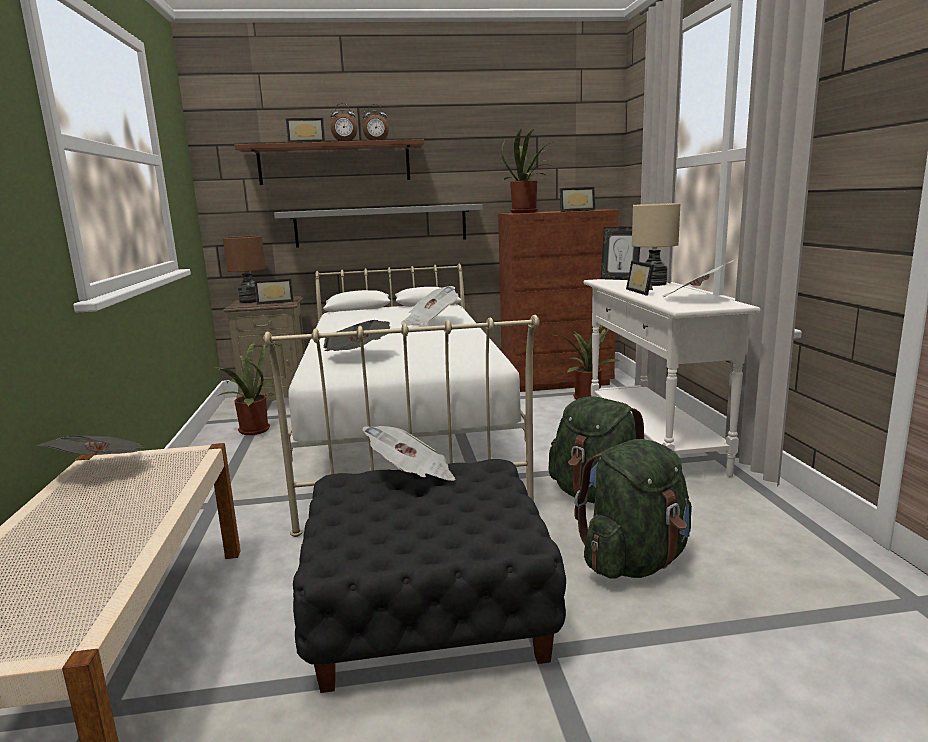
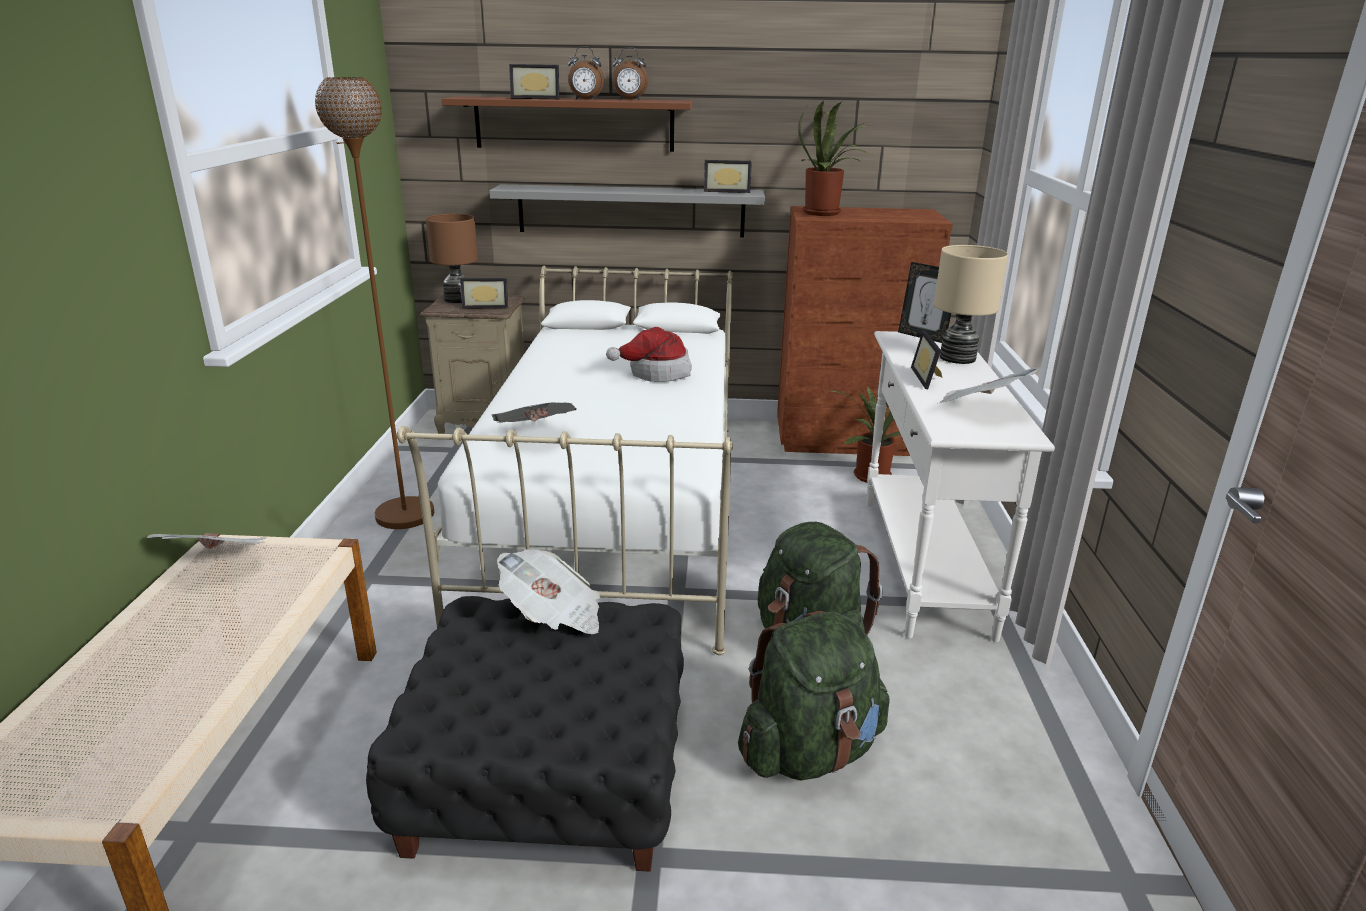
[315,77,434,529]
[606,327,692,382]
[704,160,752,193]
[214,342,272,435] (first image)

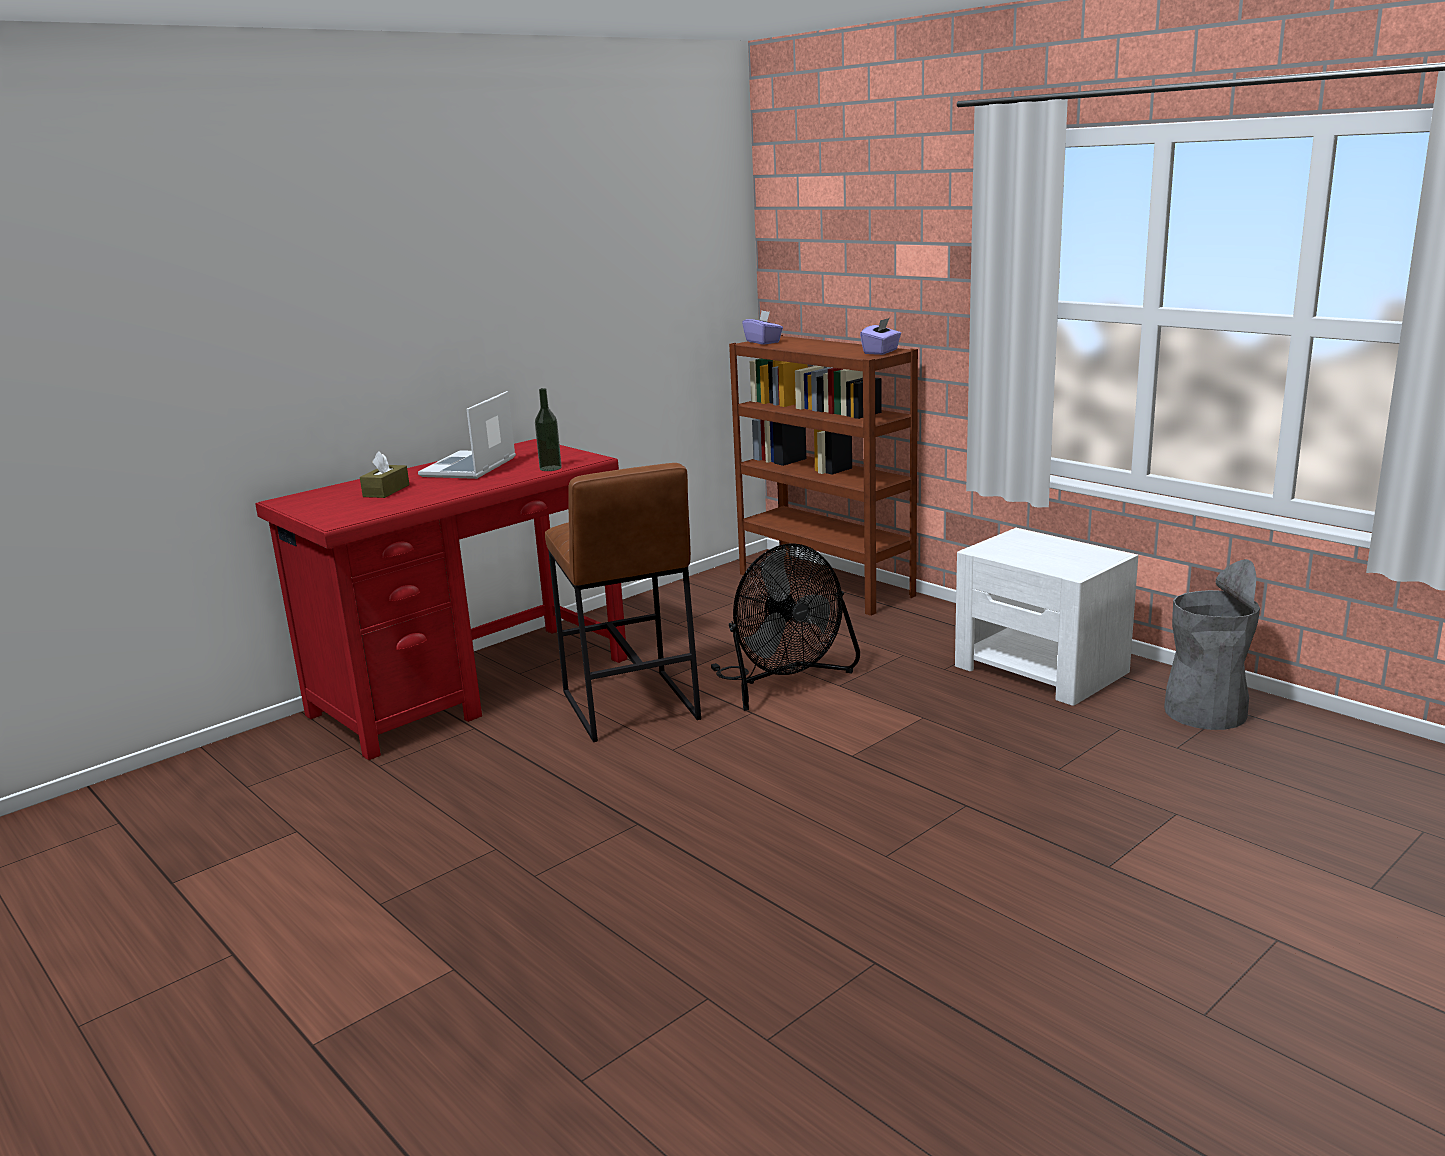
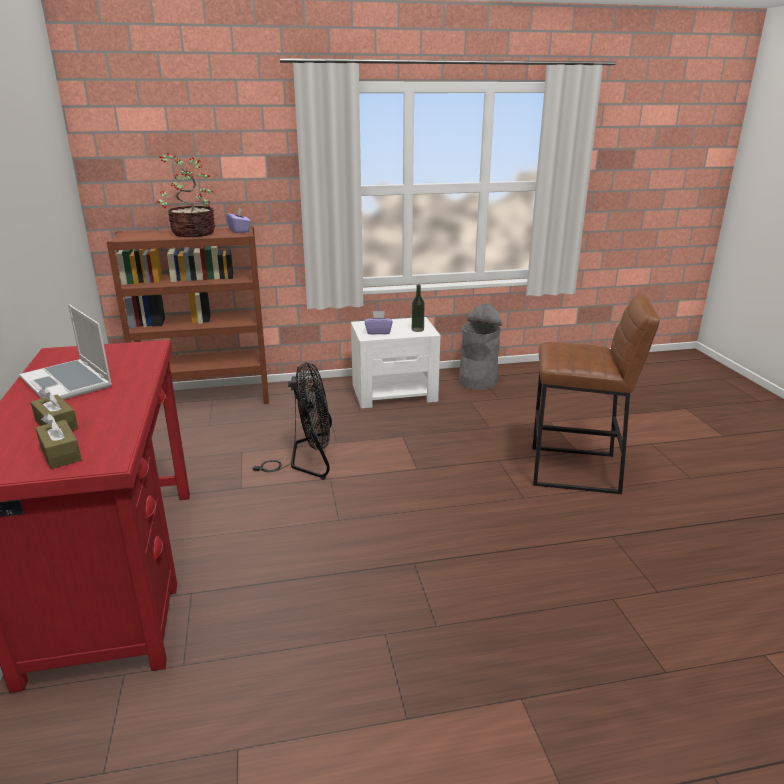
[36,413,82,469]
[156,153,215,237]
[365,311,393,334]
[412,285,425,332]
[532,294,660,494]

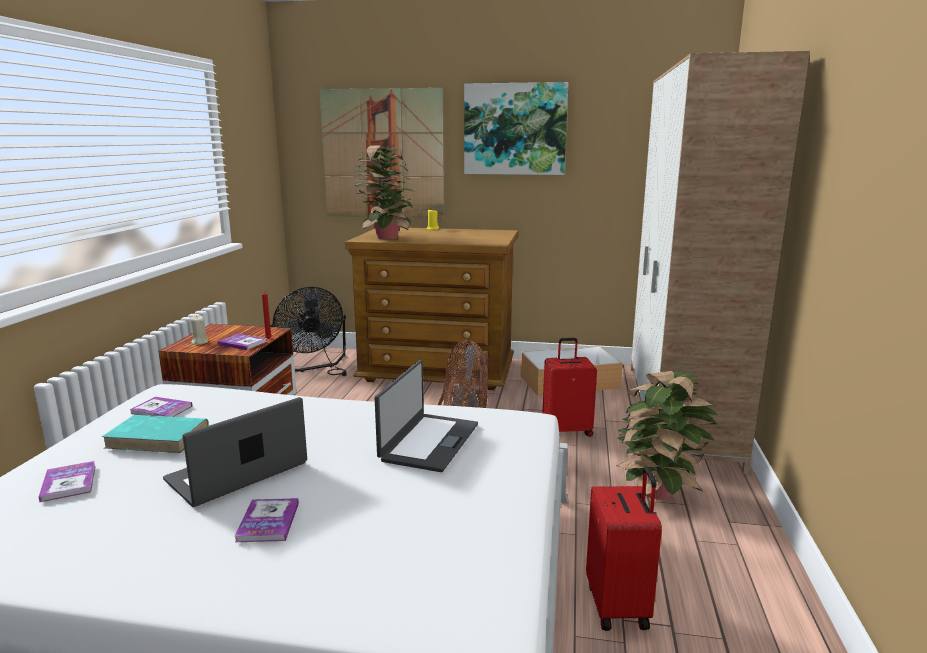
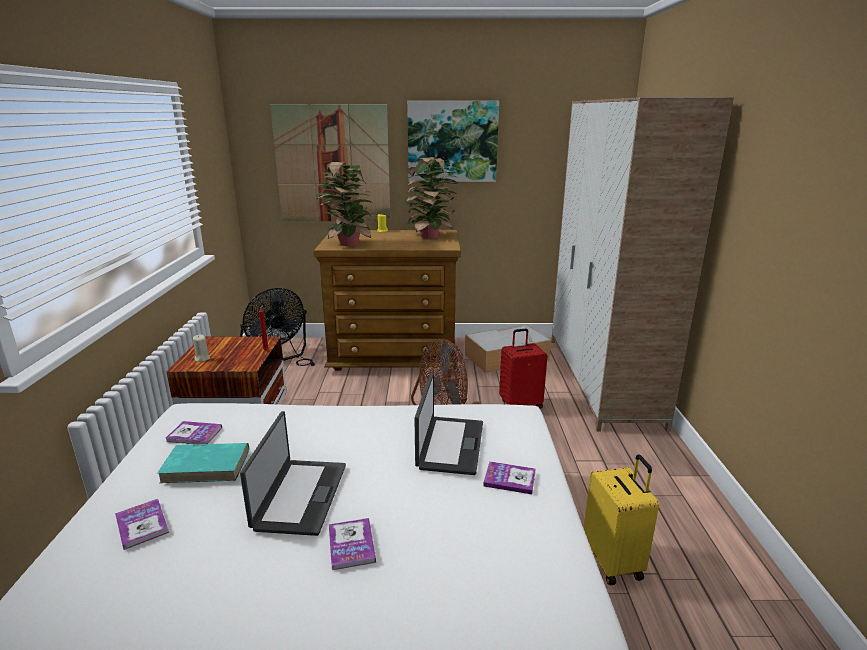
[240,411,346,536]
[404,157,459,239]
[483,461,536,494]
[584,454,659,585]

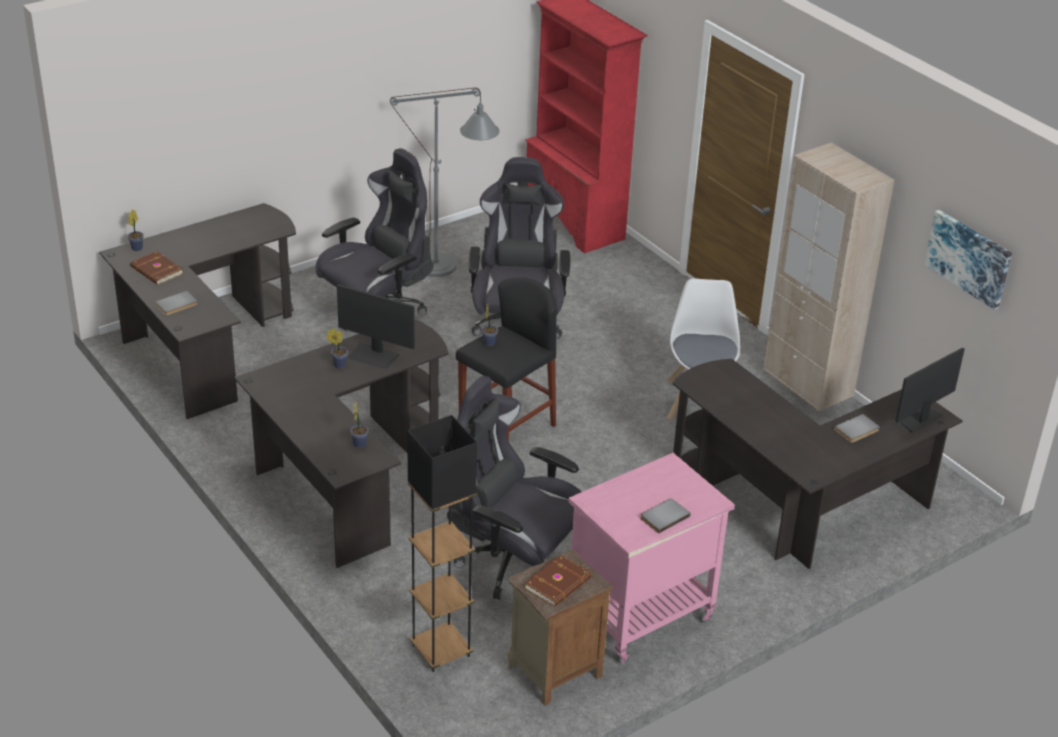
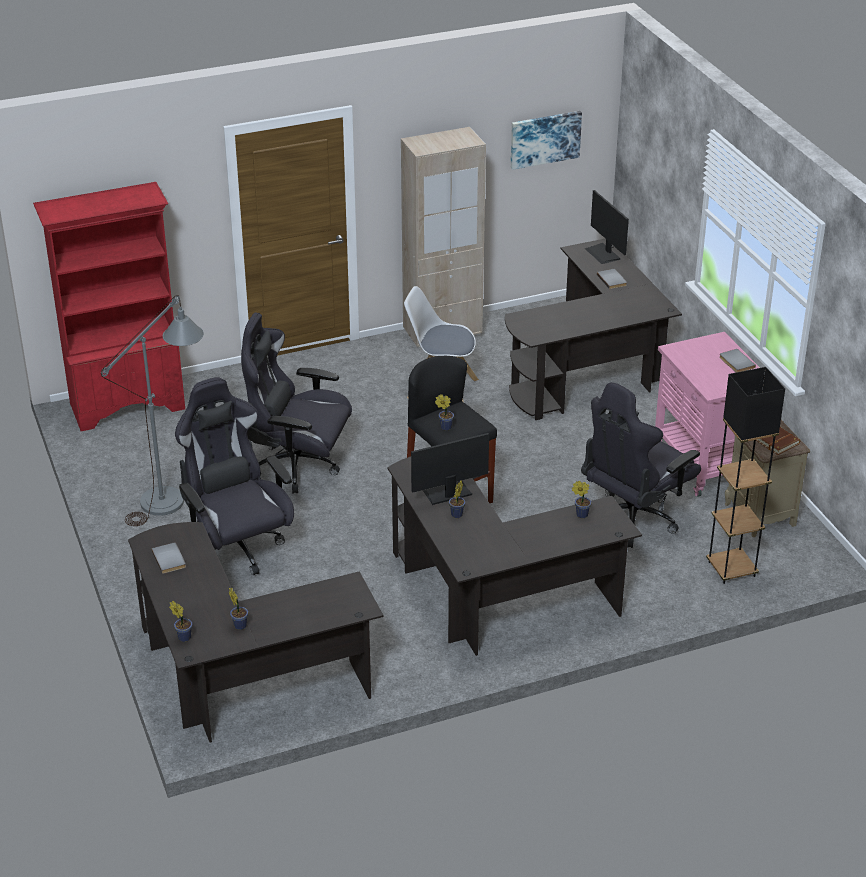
[152,543,186,574]
[229,587,248,630]
[411,433,489,505]

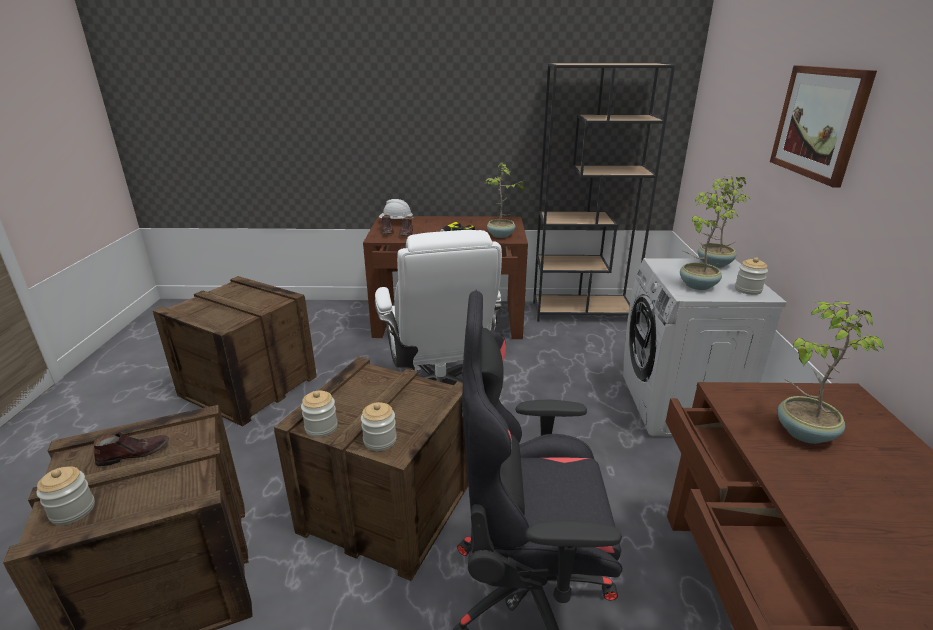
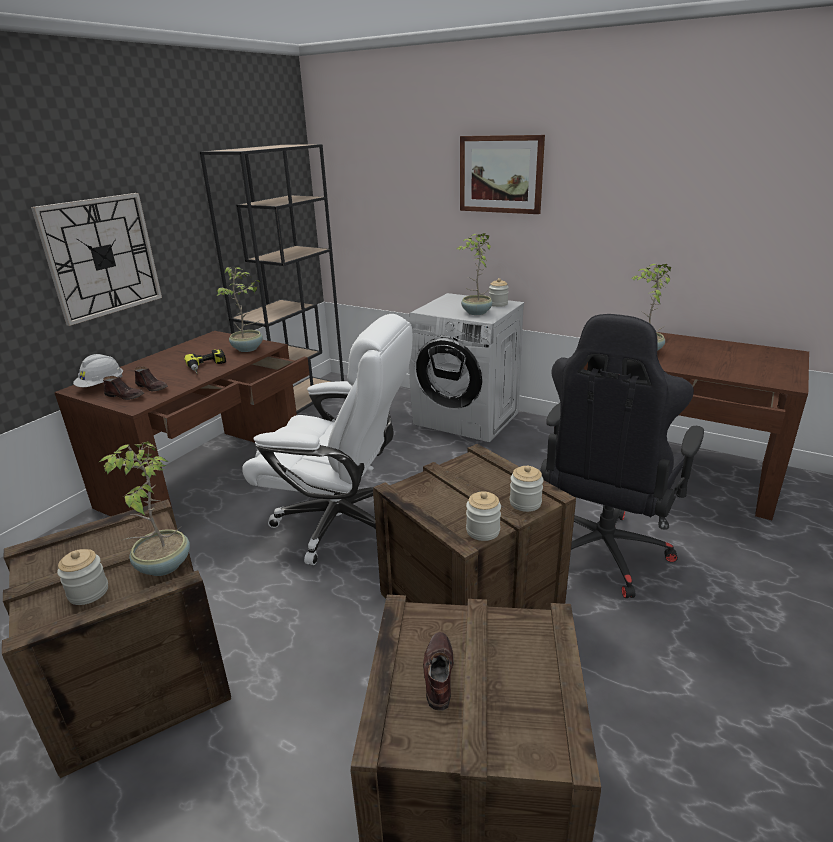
[31,193,162,326]
[57,549,108,605]
[98,441,190,576]

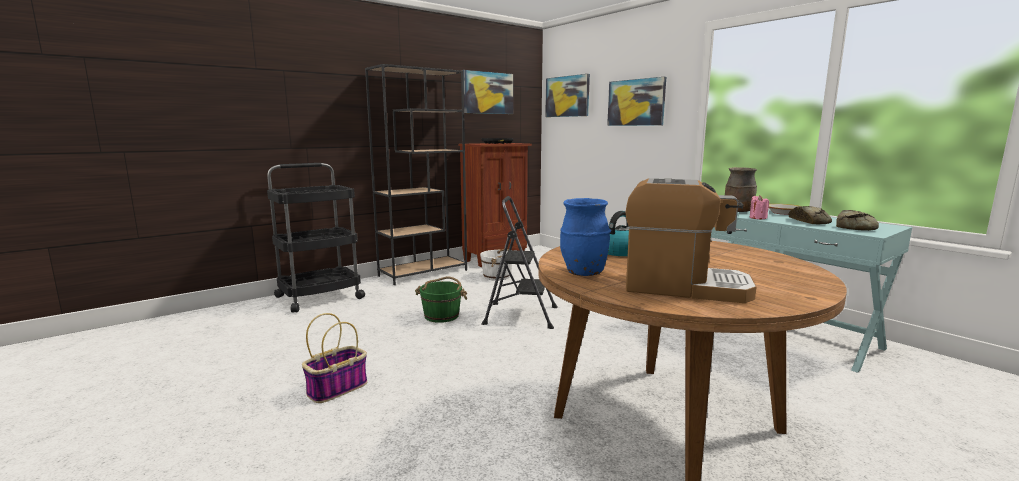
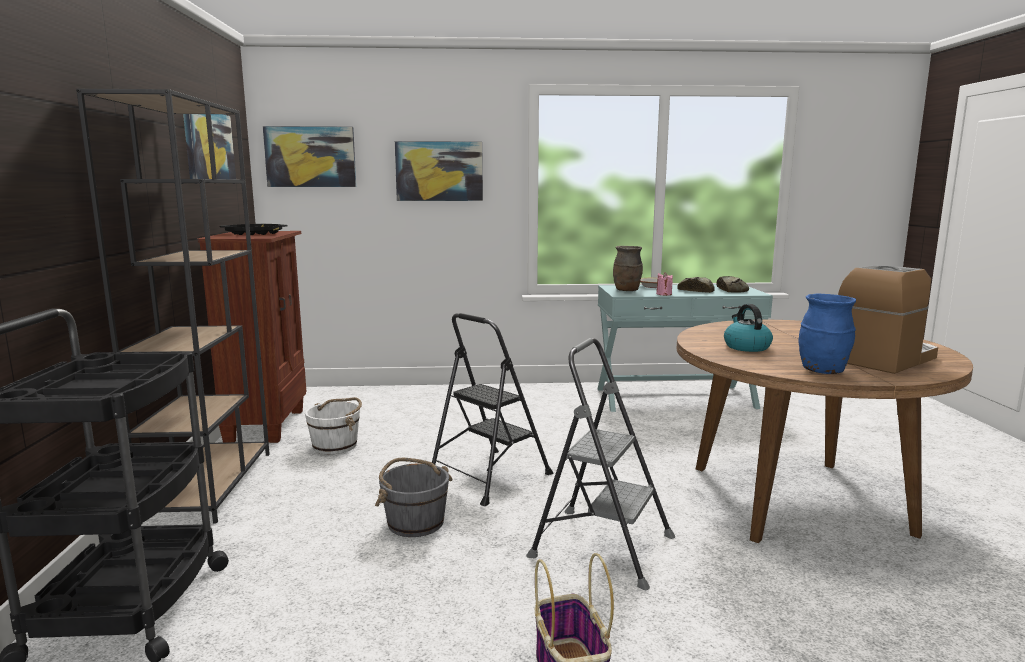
[375,458,453,537]
[526,338,675,590]

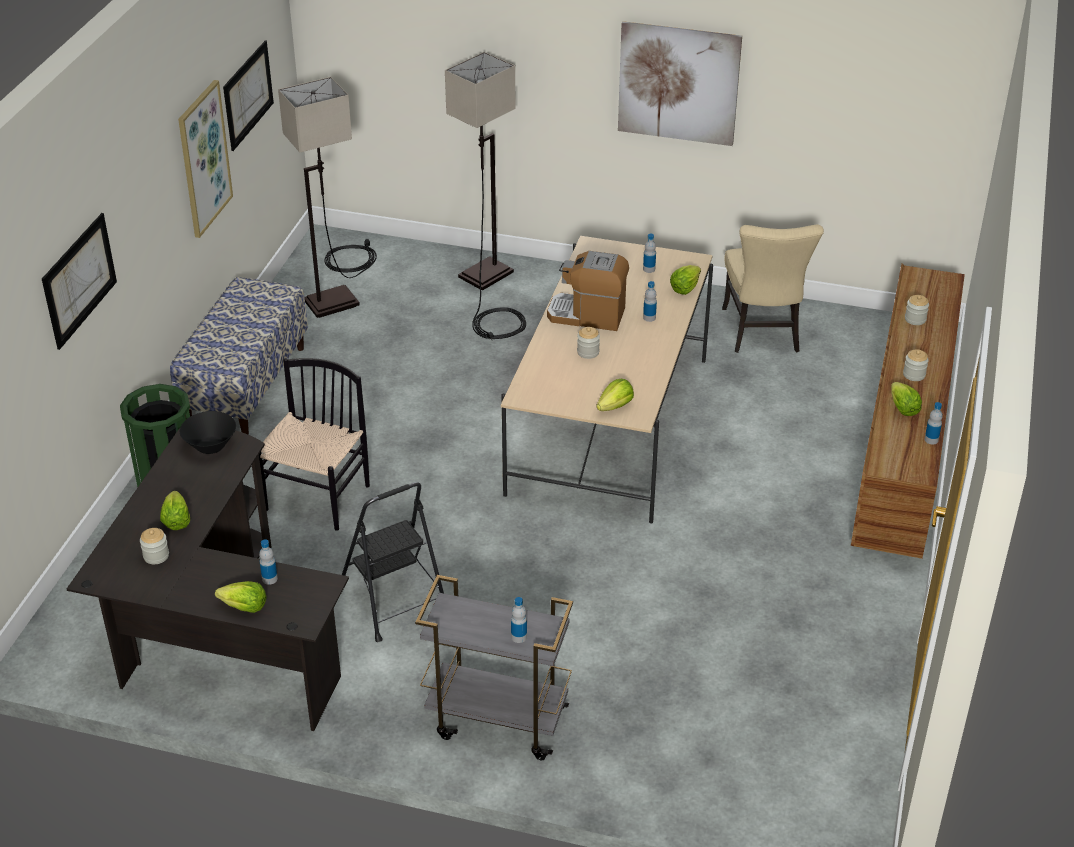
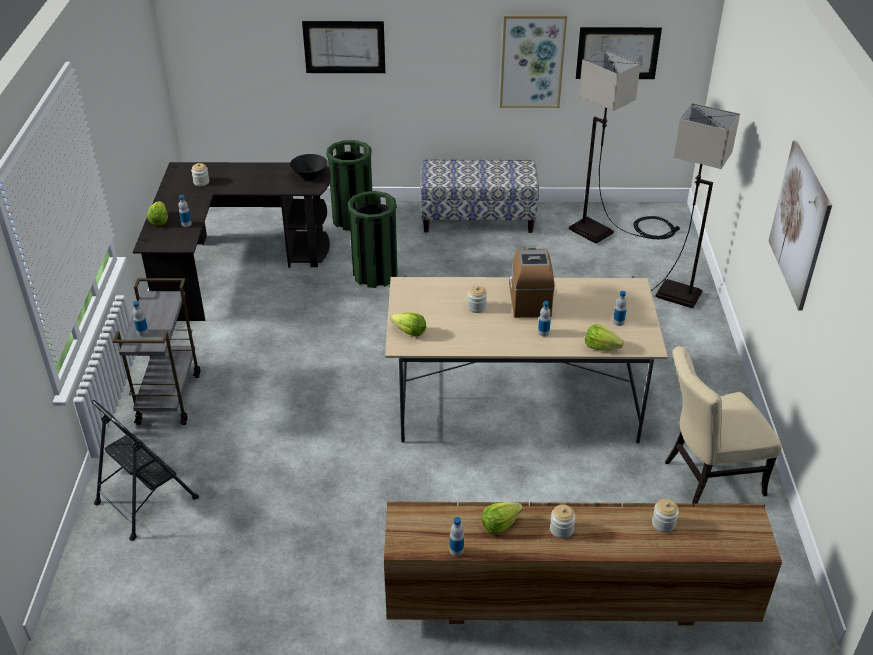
[92,400,199,541]
[348,191,398,288]
[160,491,190,530] (first image)

